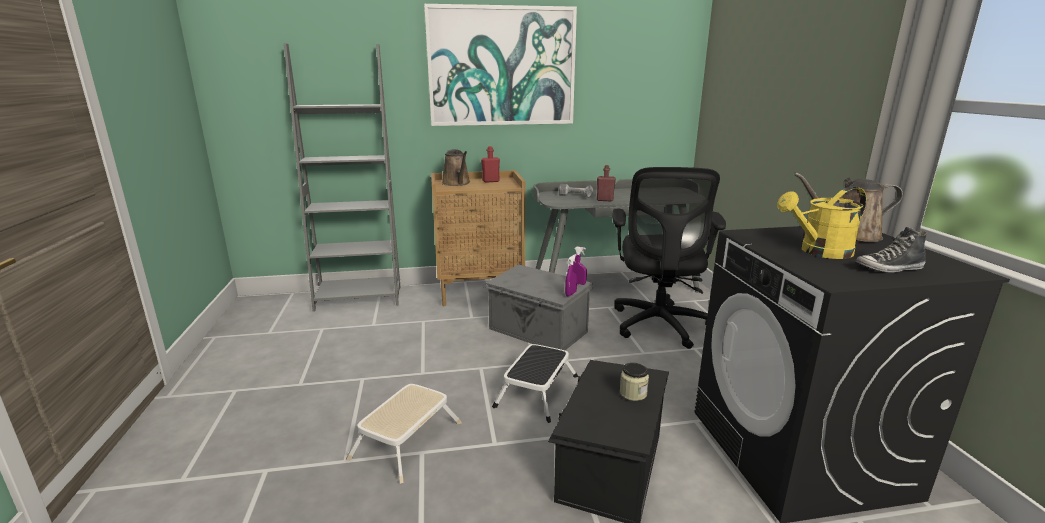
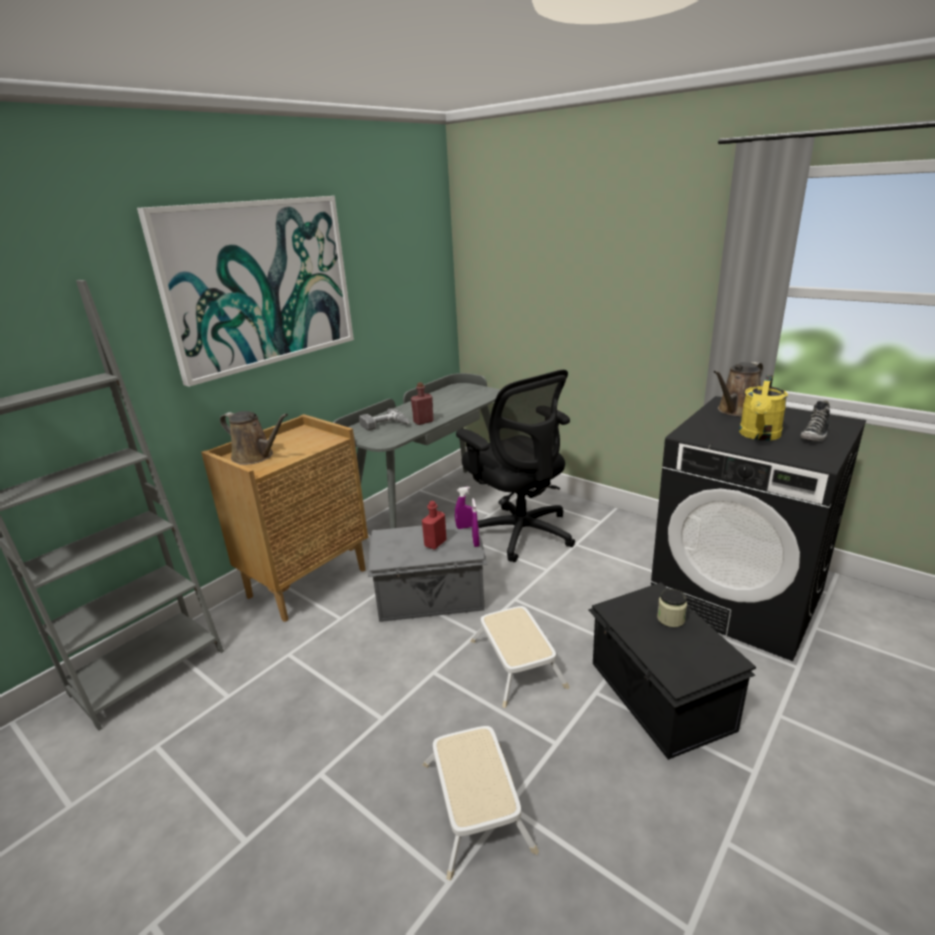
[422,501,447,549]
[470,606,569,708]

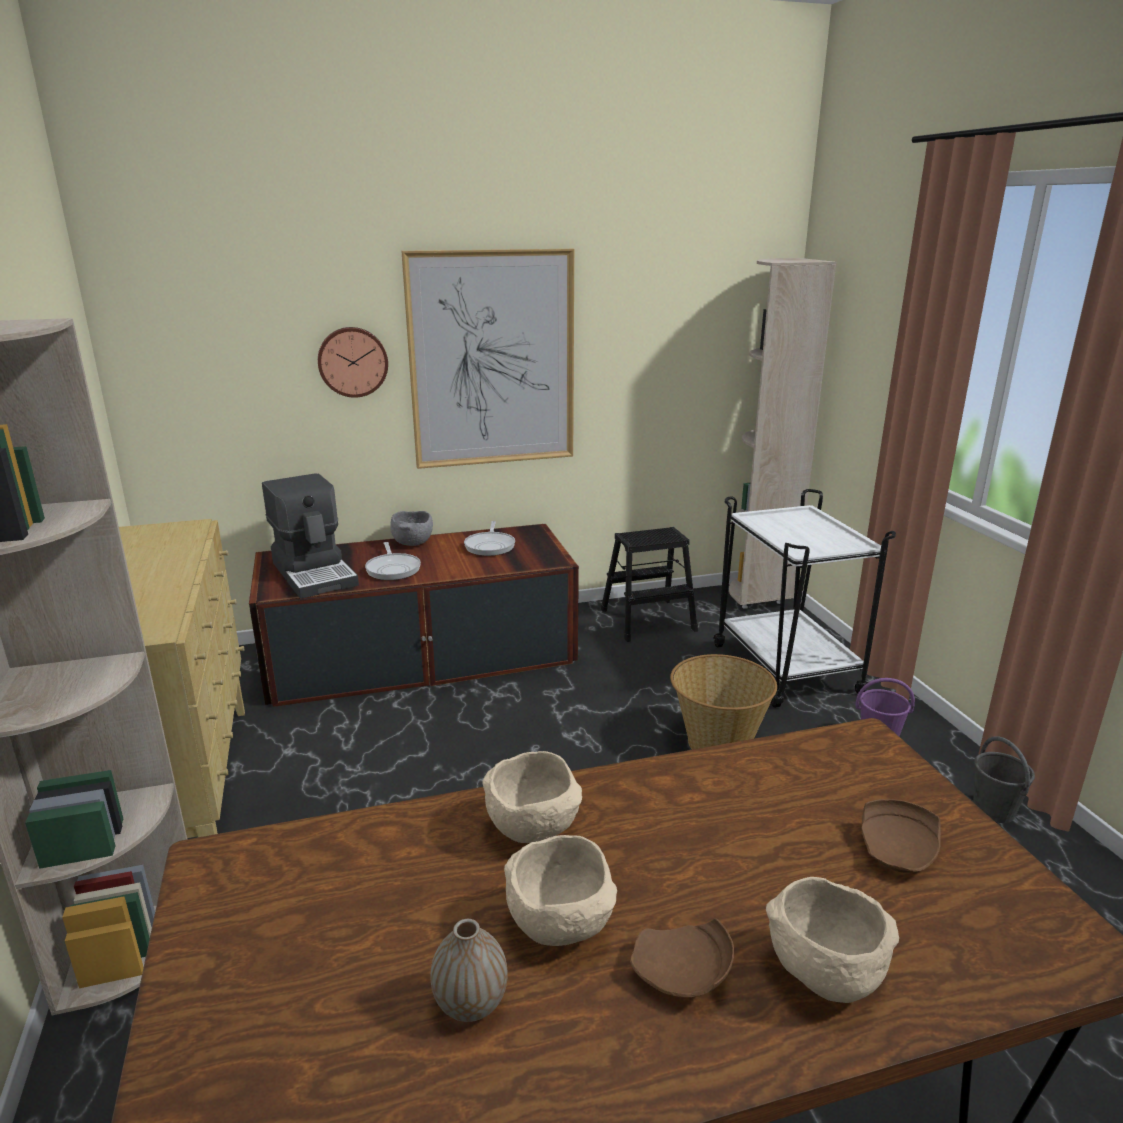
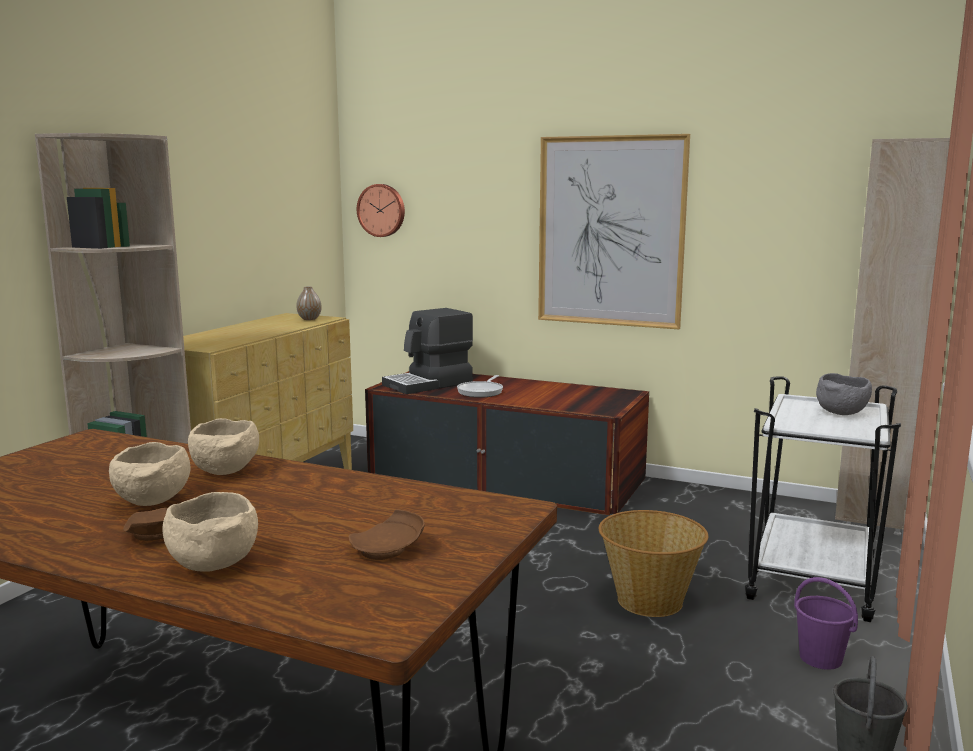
[296,286,322,320]
[357,184,405,237]
[382,308,473,394]
[816,373,872,415]
[464,521,515,556] (first image)
[600,527,698,642] (first image)

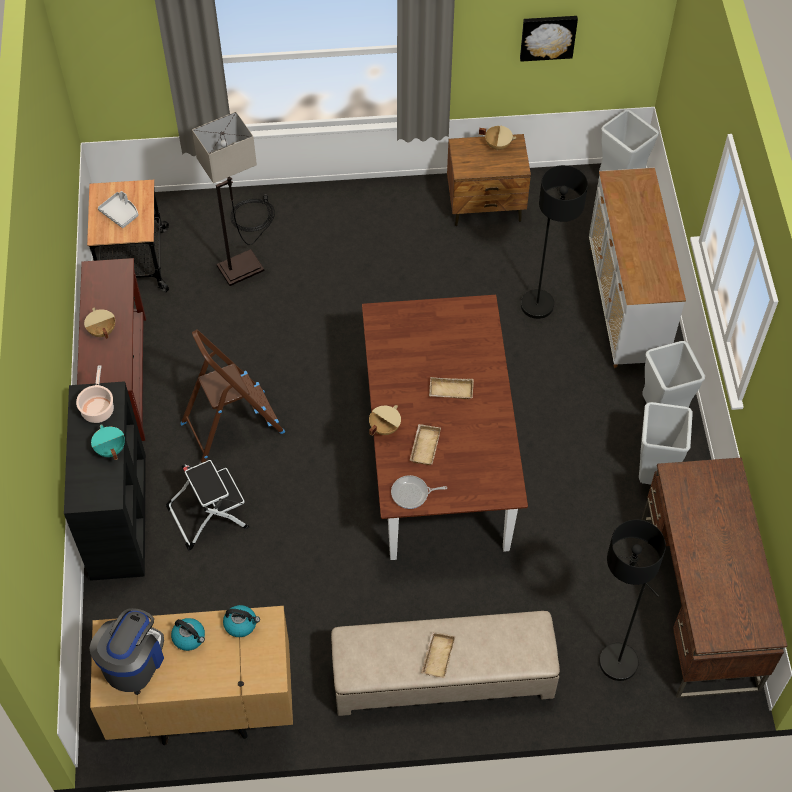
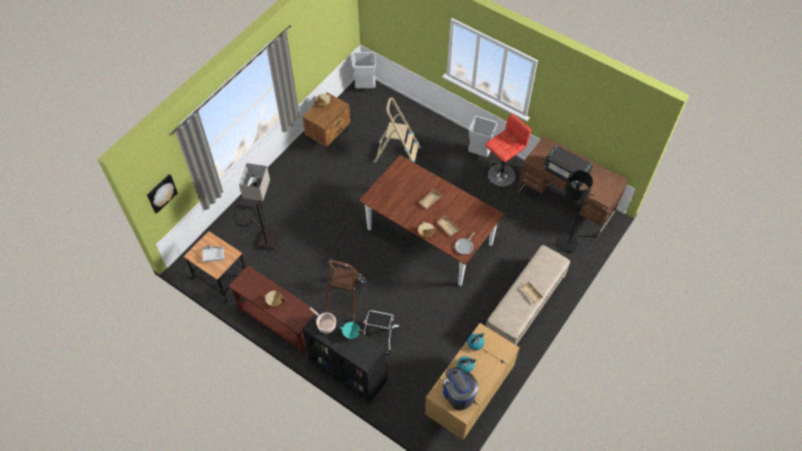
[147,174,178,214]
[374,98,421,163]
[485,114,531,186]
[545,145,593,187]
[589,167,686,368] (first image)

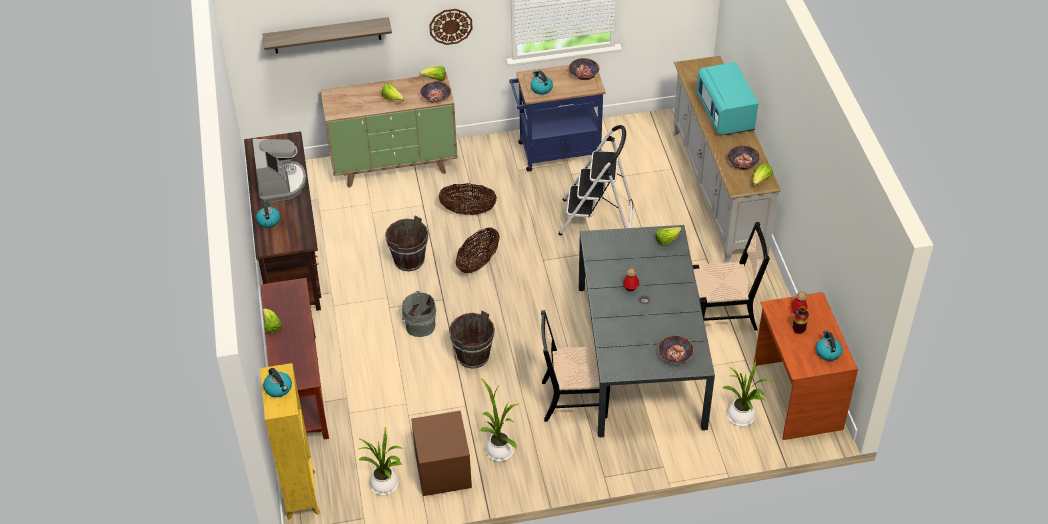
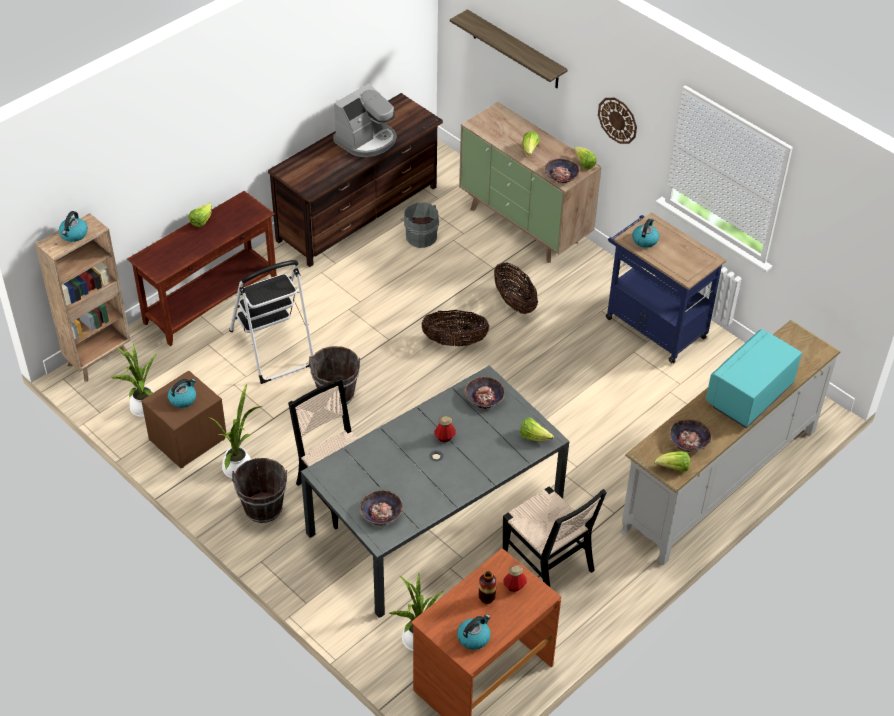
[35,213,131,382]
[168,379,196,408]
[229,260,314,384]
[232,458,287,523]
[401,202,439,248]
[465,377,505,409]

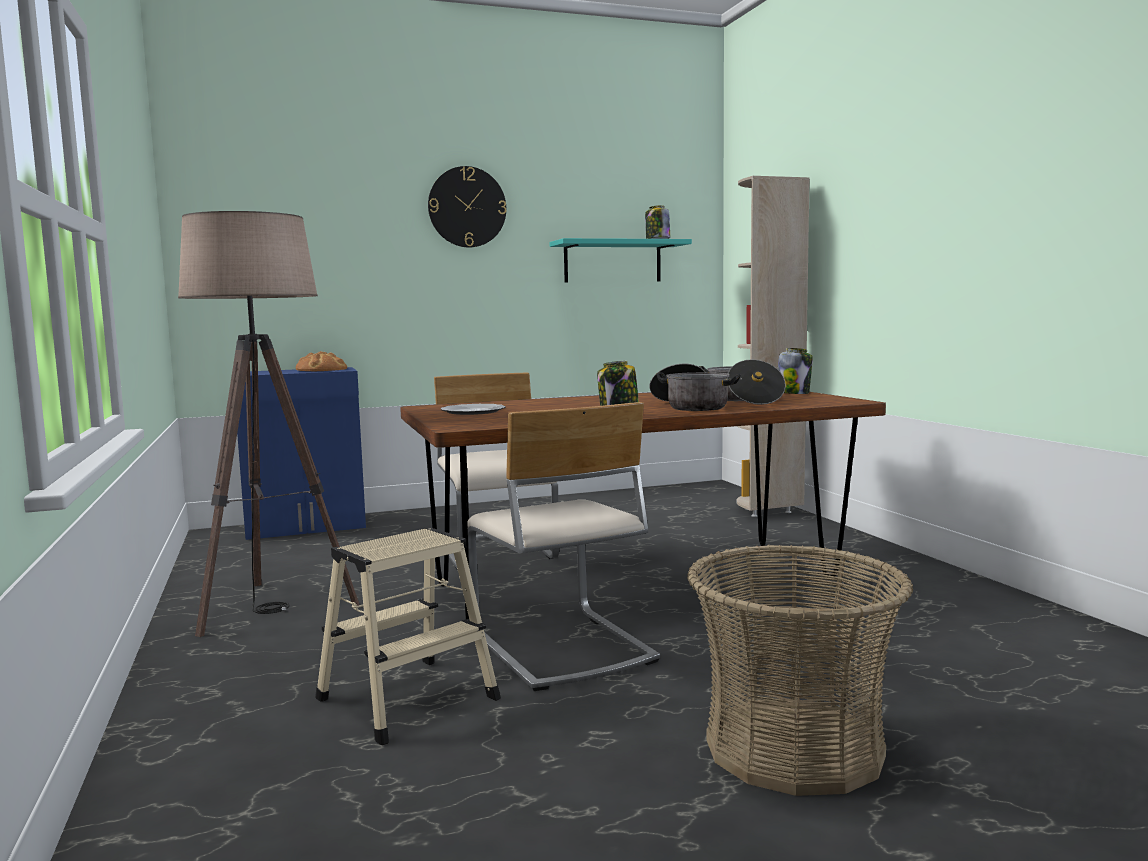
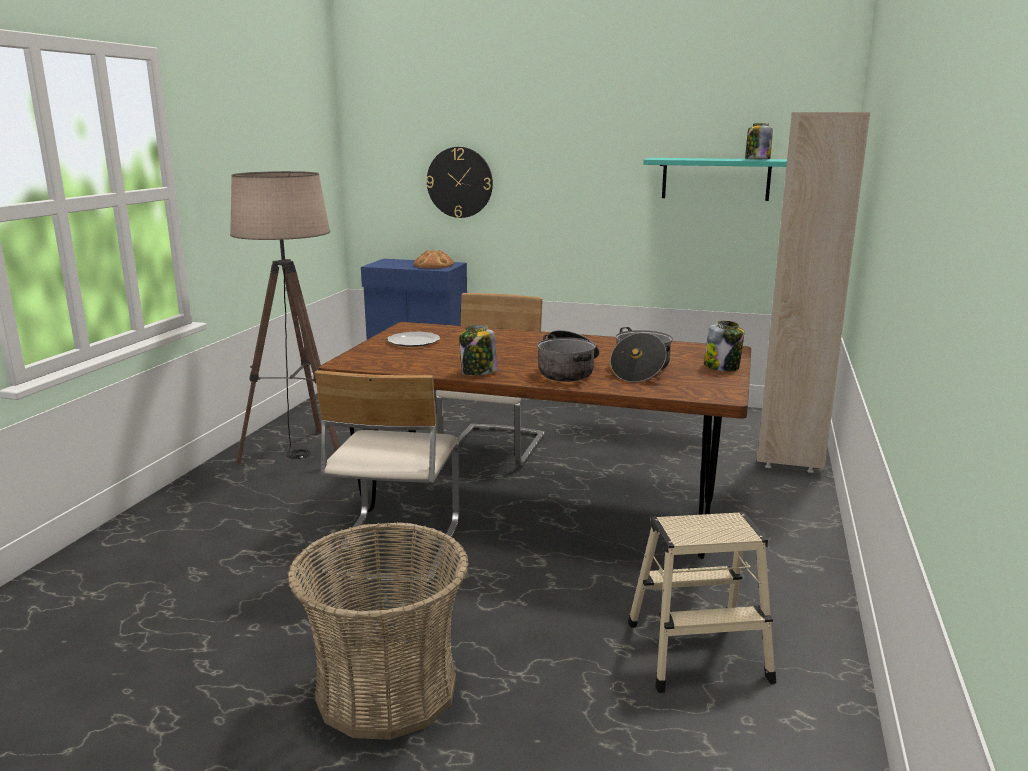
[426,147,493,218]
[628,511,776,693]

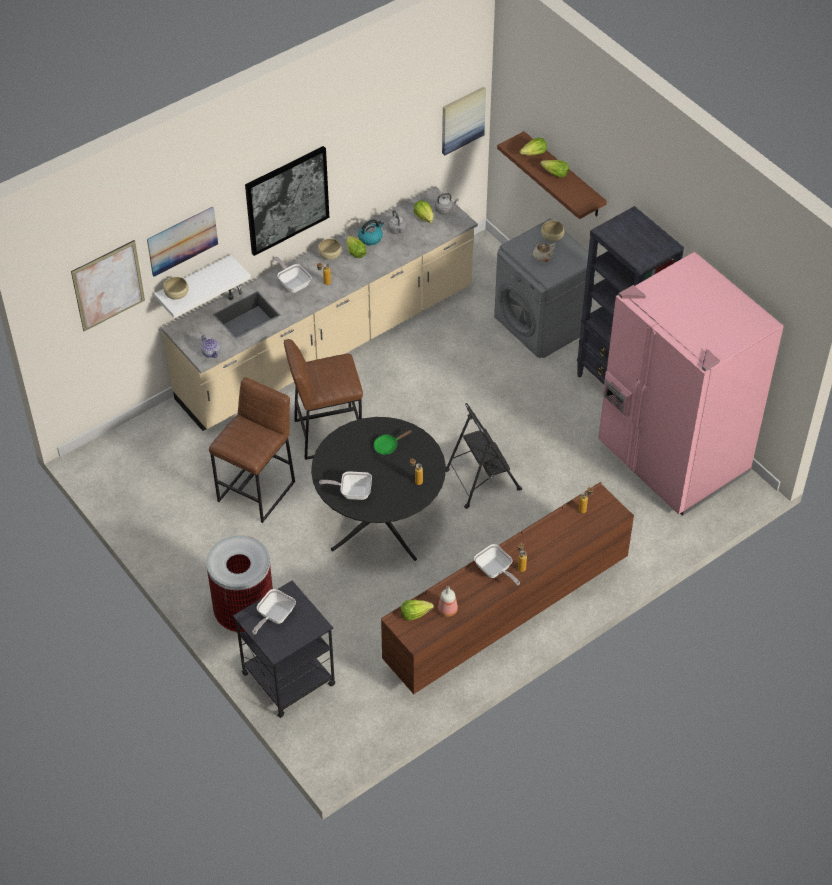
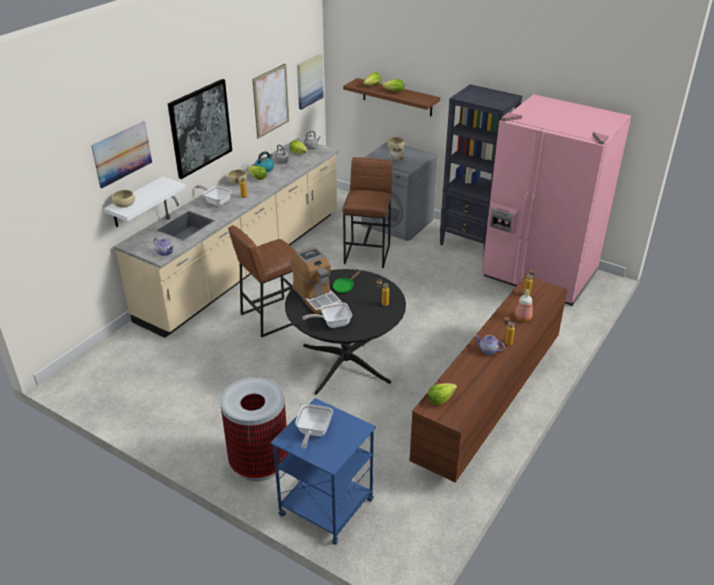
[253,64,289,139]
[270,398,376,545]
[291,247,342,314]
[342,157,392,268]
[475,335,505,355]
[515,289,532,322]
[446,403,522,509] (first image)

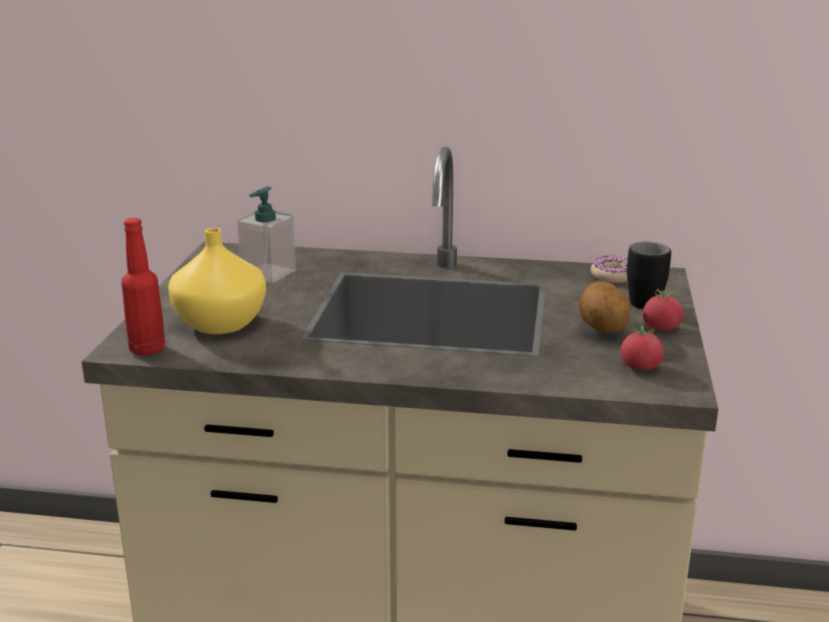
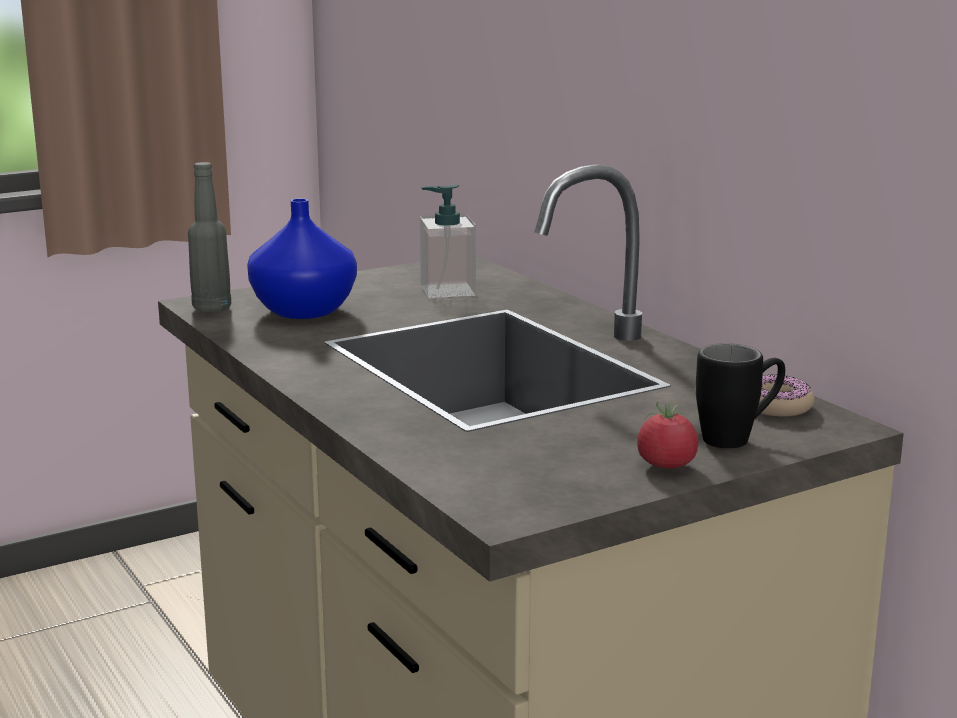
[188,162,231,312]
[247,198,357,319]
[578,281,630,333] (first image)
[620,325,664,371] (first image)

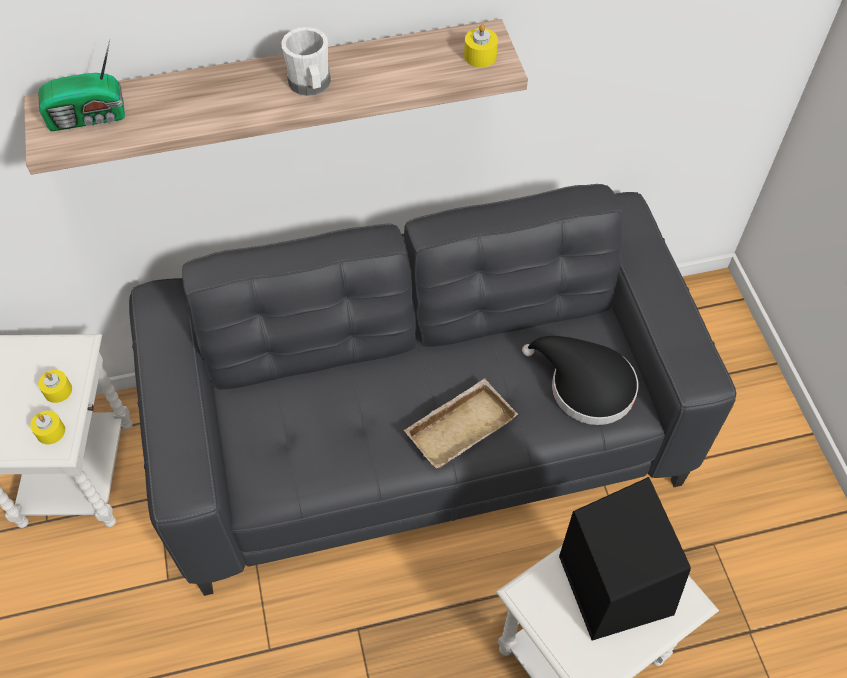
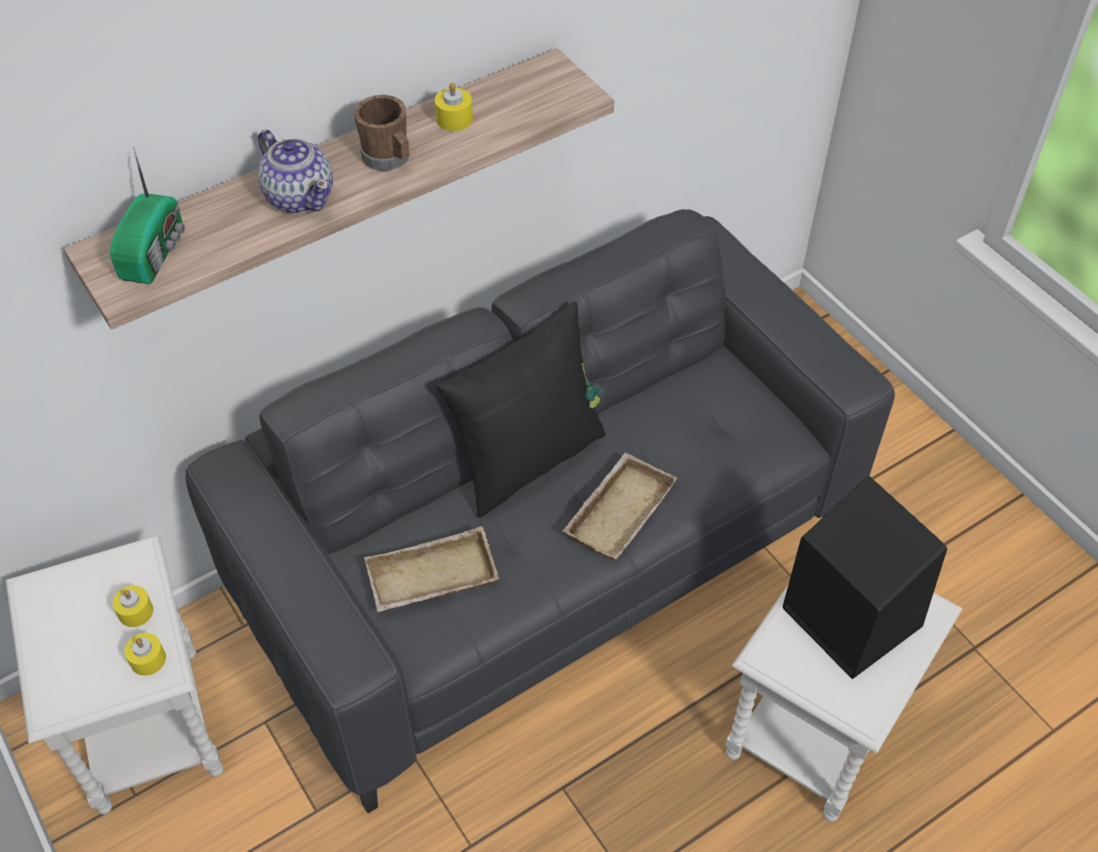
[110,147,185,284]
[258,130,333,213]
[354,95,410,171]
[364,526,499,612]
[435,82,473,131]
[436,301,605,518]
[522,336,638,425] (first image)

